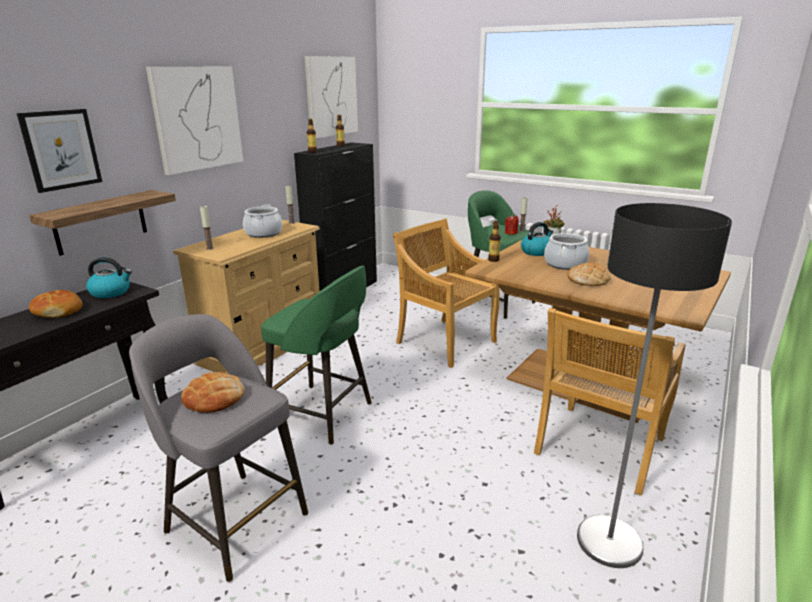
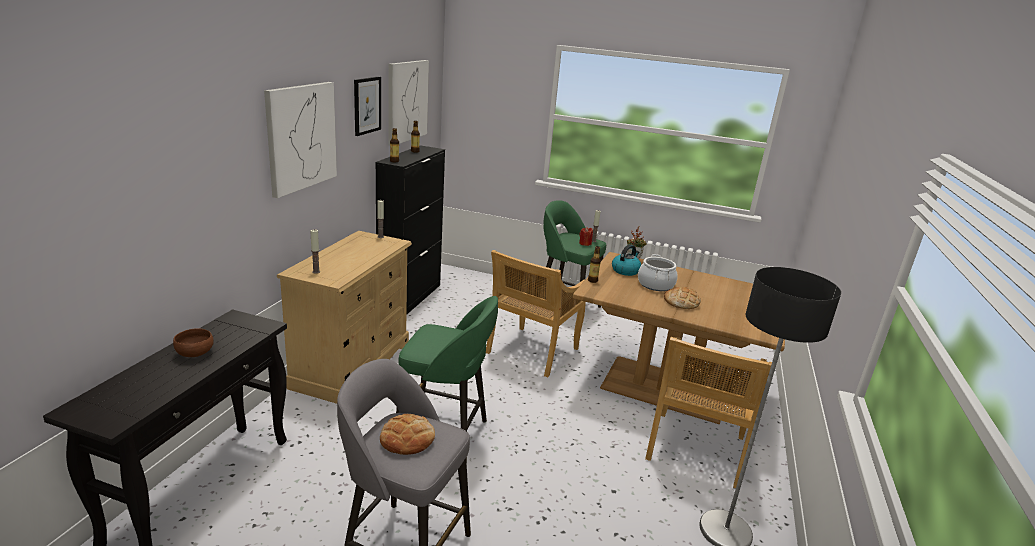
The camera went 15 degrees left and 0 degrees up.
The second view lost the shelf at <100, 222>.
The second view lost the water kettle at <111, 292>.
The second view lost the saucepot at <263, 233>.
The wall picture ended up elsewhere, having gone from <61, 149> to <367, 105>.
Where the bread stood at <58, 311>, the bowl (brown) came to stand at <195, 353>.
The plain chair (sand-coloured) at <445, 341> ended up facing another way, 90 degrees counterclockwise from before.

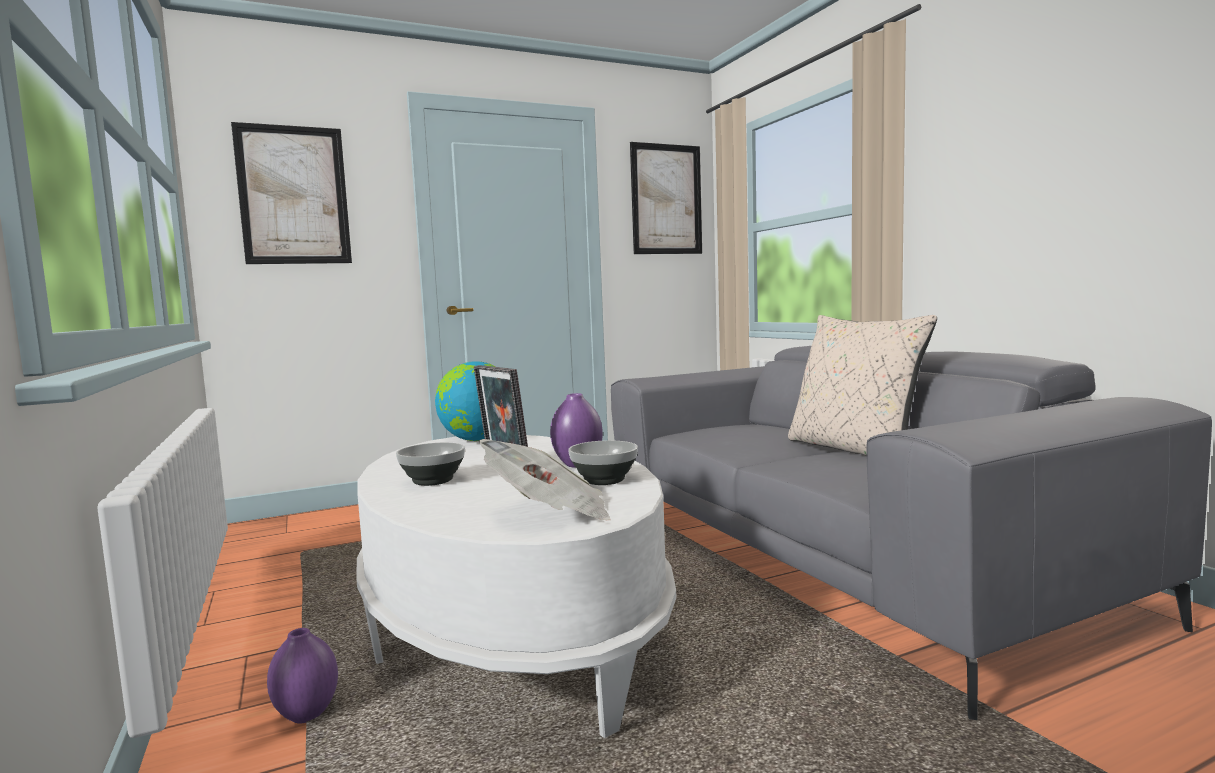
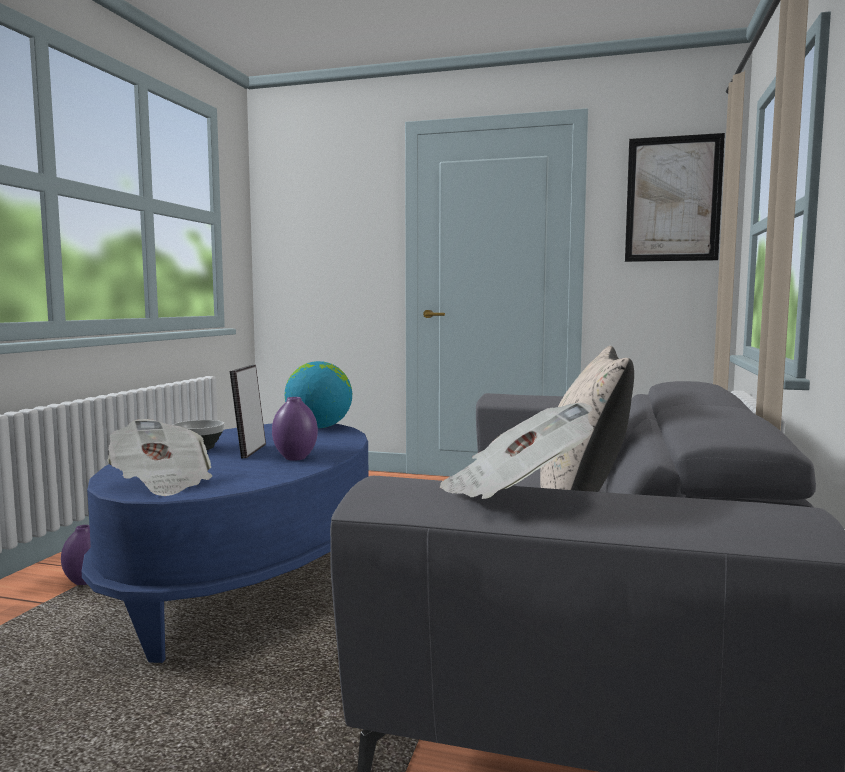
The camera went 40 degrees right and 0 degrees up.
The second view lost the wall picture at <294, 195>.
The second view lost the bowl at <603, 480>.
The second view gained the printed paper at <515, 489>.
What was the lounge table (white-coloured) at <511, 628> turned into the lounge table (blue-coloured) at <251, 579>.

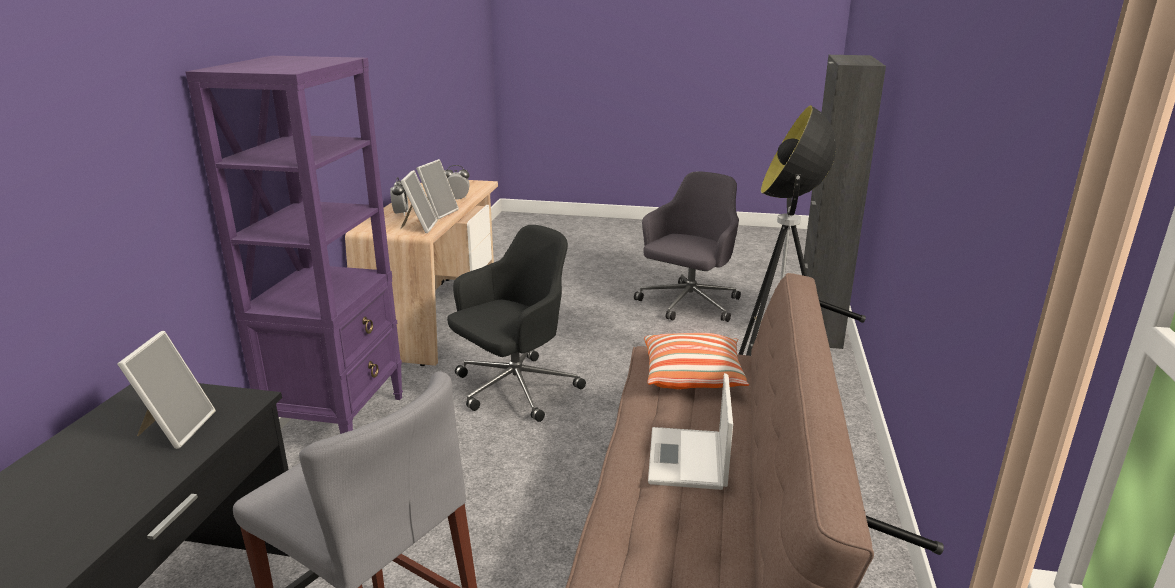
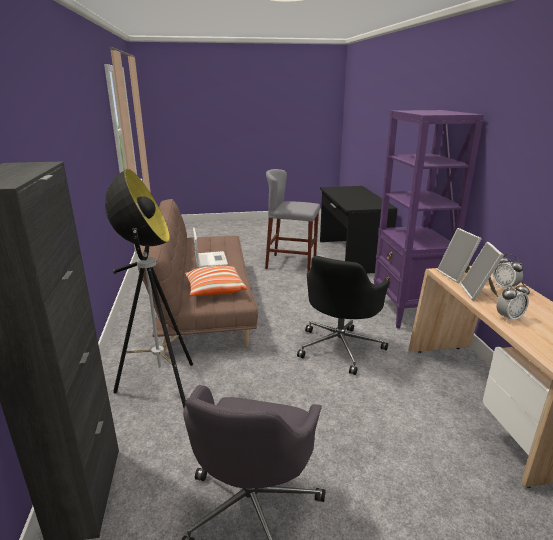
The camera went 160 degrees right and 0 degrees up.
The second view lost the picture frame at <175, 428>.

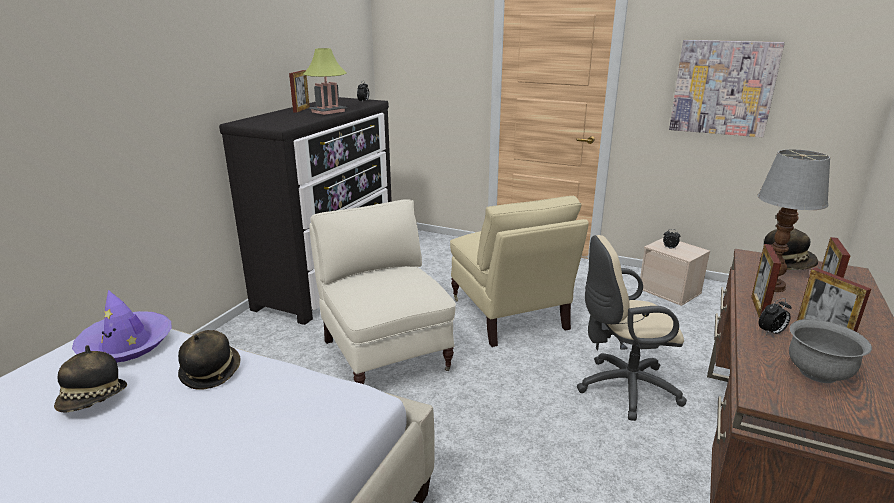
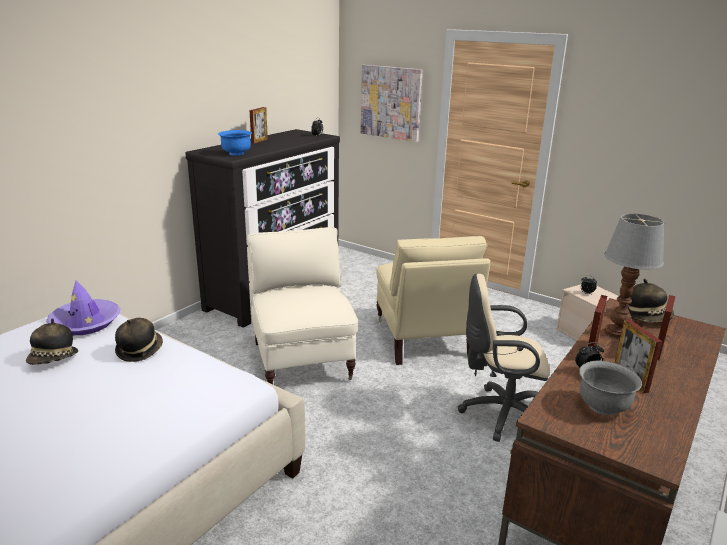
The camera went 10 degrees right and 0 degrees up.
The second view lost the lamp for a table at <328, 111>.
The second view gained the bowl (blue-coloured) at <236, 153>.
The wall picture ended up elsewhere, having gone from <723, 88> to <391, 102>.

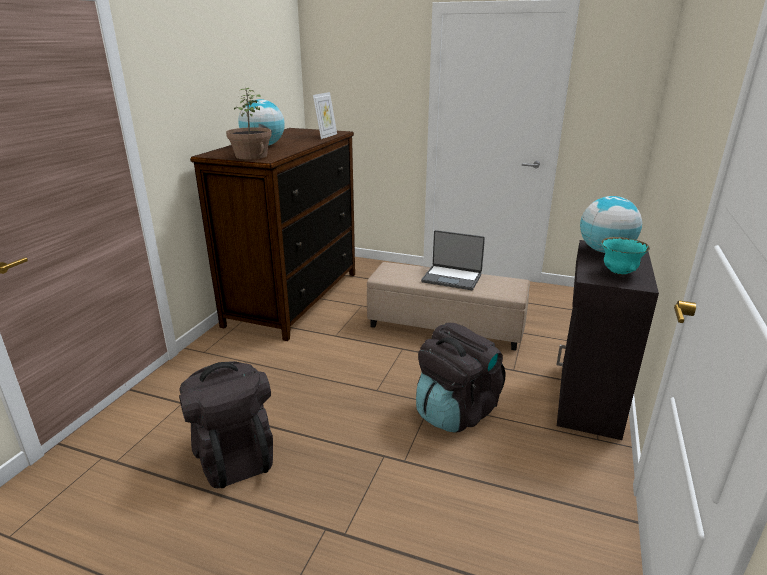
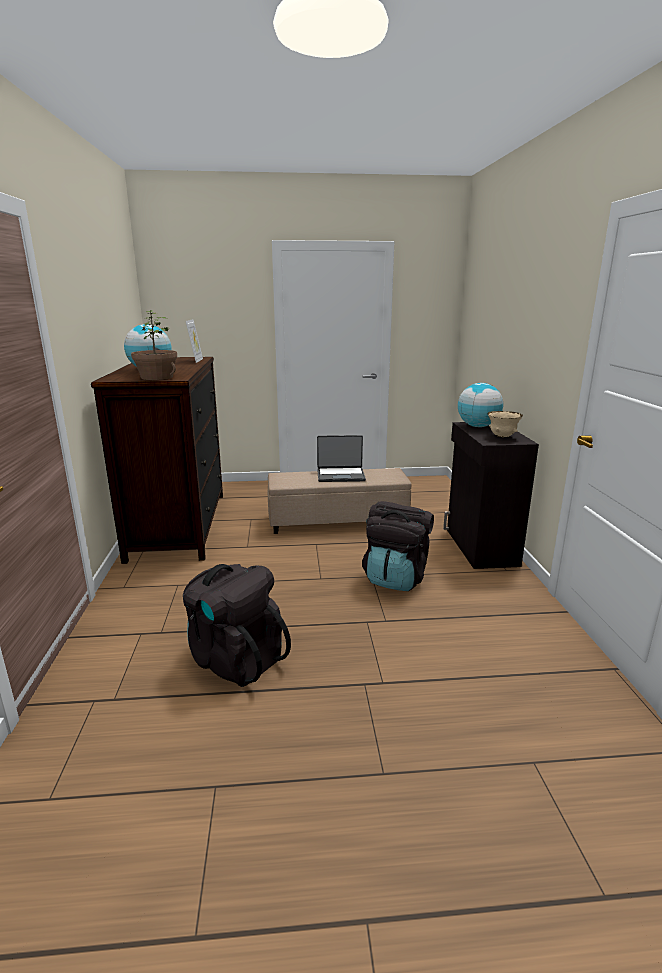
The camera went 25 degrees left and 5 degrees down.
What was the bowl (turquoise) at <619, 273> turned into the bowl (sand-coloured) at <502, 437>.

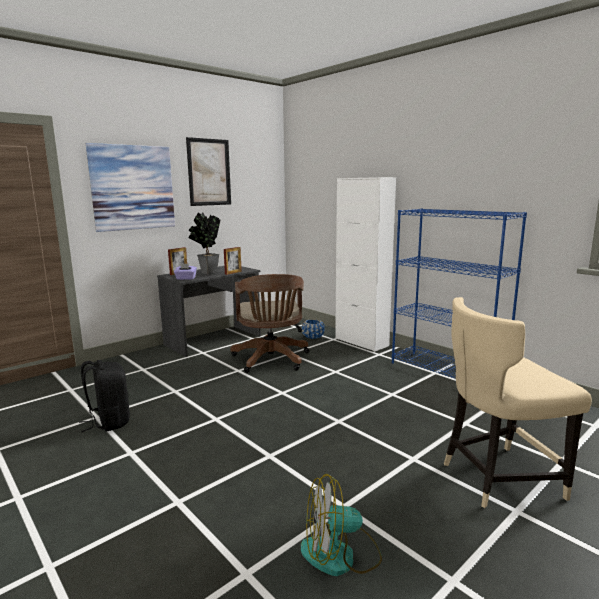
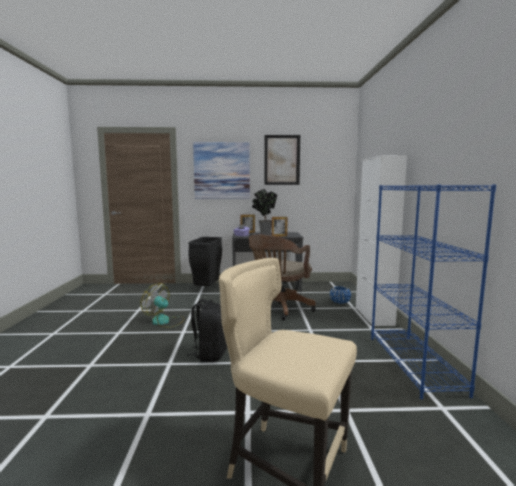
The camera went 40 degrees right and 5 degrees down.
The second view gained the trash can (black) at <206, 289>.
The backpack (black) ended up elsewhere, having gone from <109, 422> to <210, 354>.
The electric fan ended up elsewhere, having gone from <340, 555> to <164, 321>.

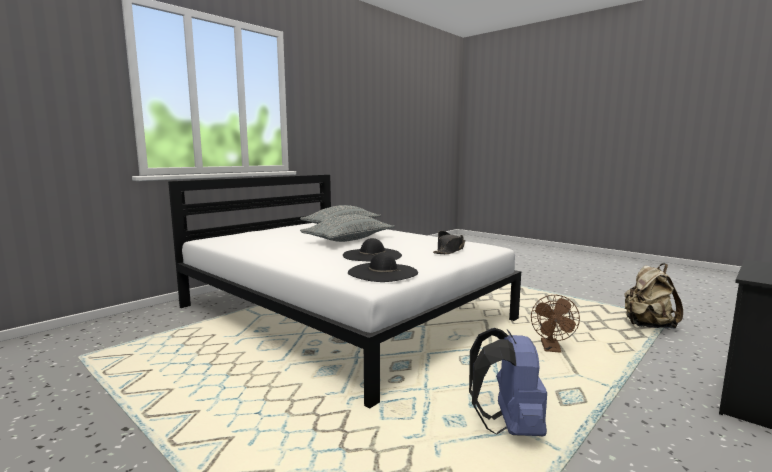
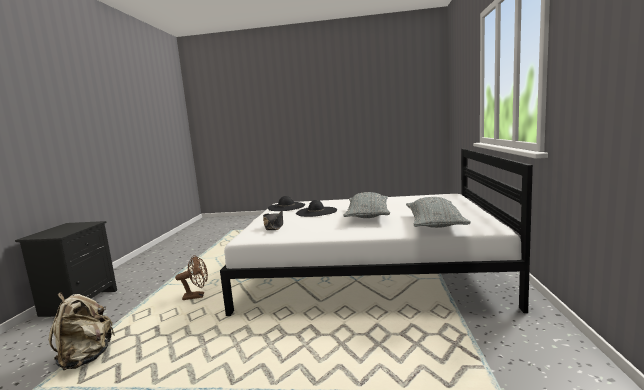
The camera went 145 degrees right and 0 degrees up.
The second view lost the backpack (blue-coloured) at <508, 427>.
The electric fan (brown) at <552, 349> ended up facing another way, 105 degrees clockwise from before.

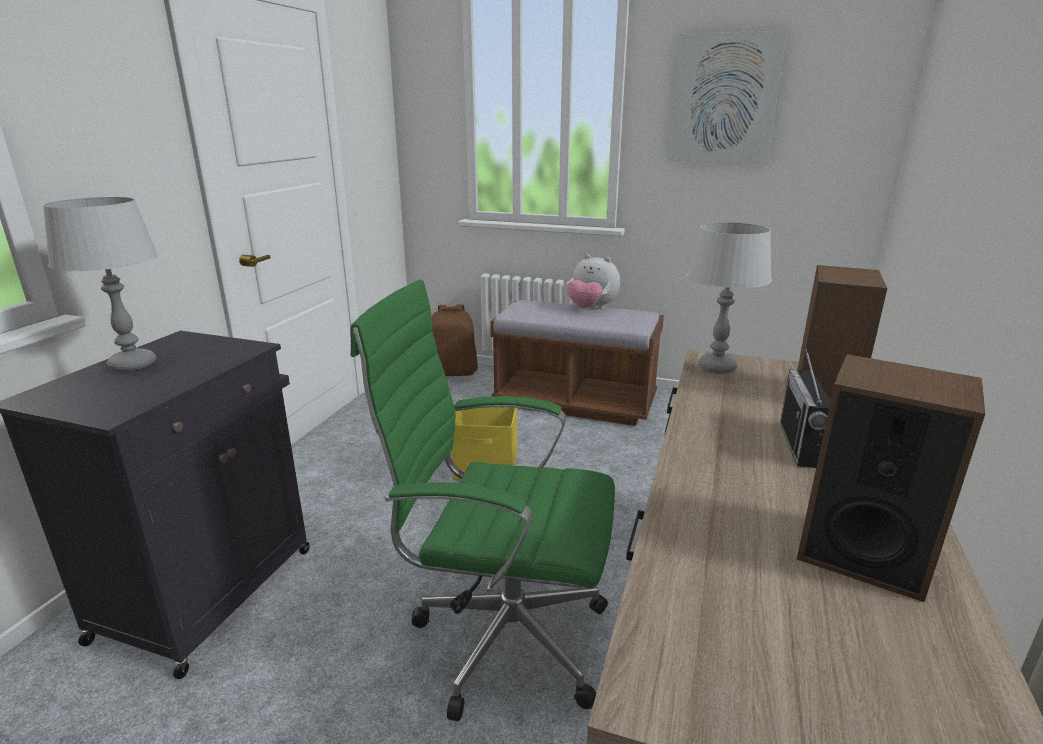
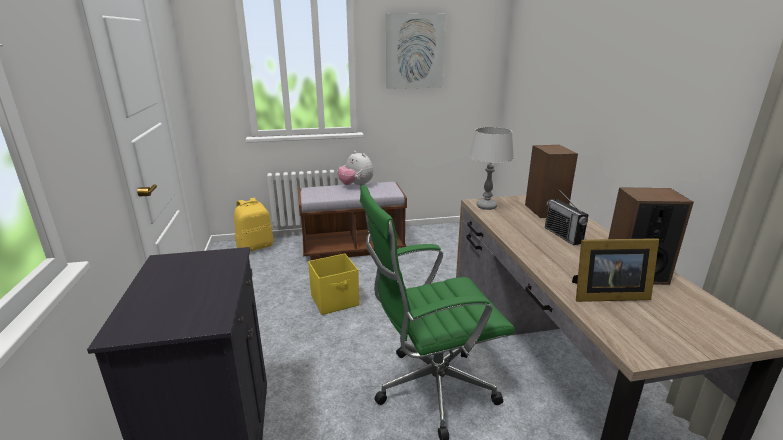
The camera went 30 degrees left and 0 degrees up.
The second view lost the lamp for a table (grey) at <132, 365>.
The second view gained the picture frame at <605, 295>.
What was the backpack (brown) at <453, 372> turned into the backpack (yellowish) at <255, 246>.
The soft toy at <591, 309> ended up facing another way, 45 degrees clockwise from before.

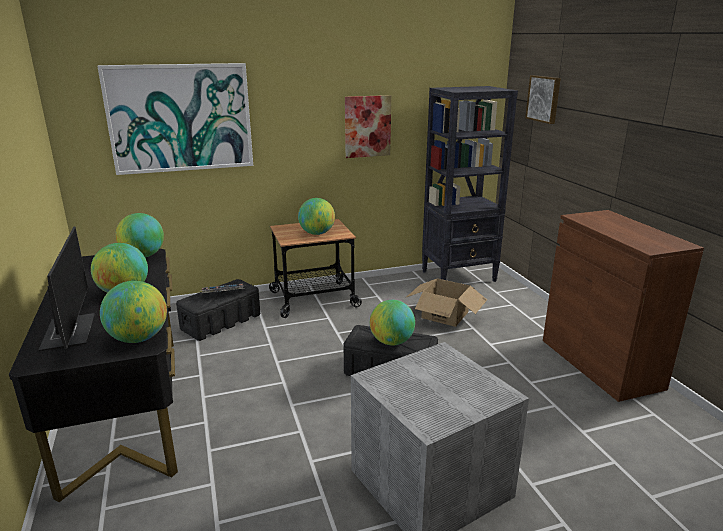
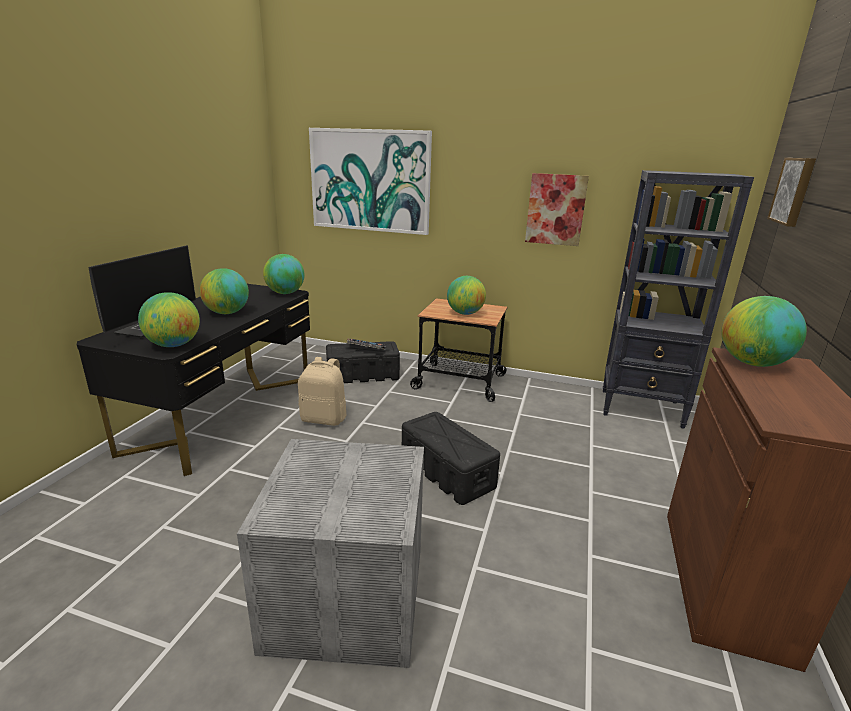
The camera went 35 degrees right and 0 degrees up.
The second view lost the carton at <445, 315>.
The second view gained the backpack (sand-coloured) at <324, 419>.
The globe ended up elsewhere, having gone from <391, 342> to <752, 363>.

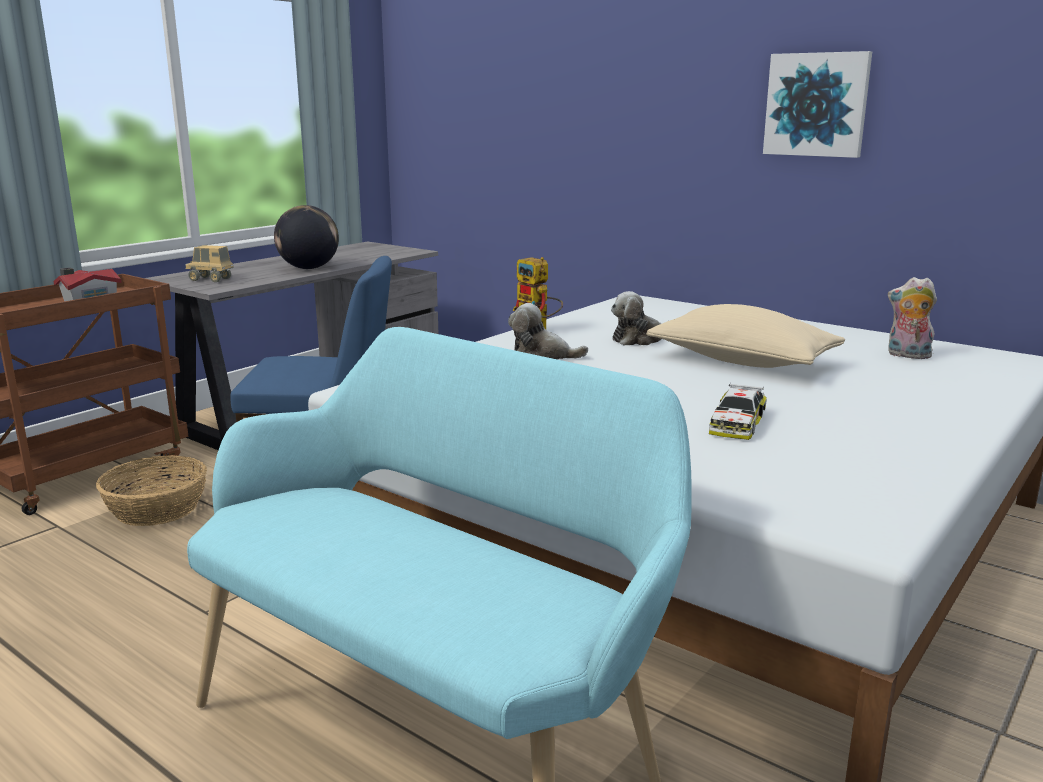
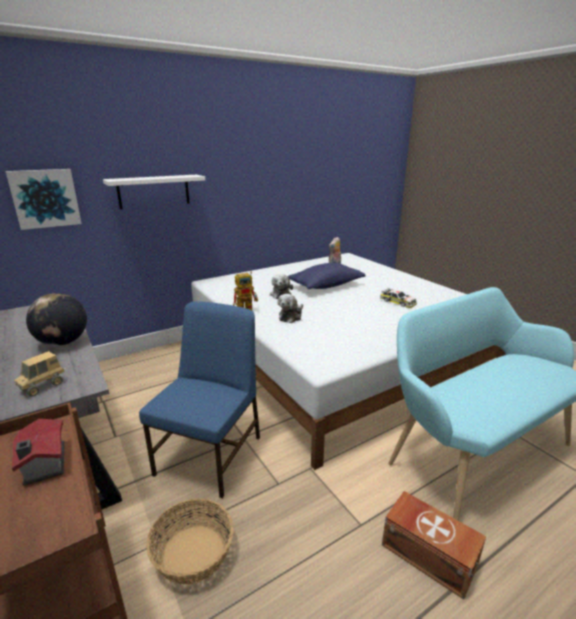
The camera went 70 degrees left and 5 degrees up.
The second view gained the shelf (white-coloured) at <154, 191>.
The second view gained the storage box (brown) at <428, 553>.
The wall picture ended up elsewhere, having gone from <816, 105> to <45, 198>.
What was the cushion (sand-coloured) at <742, 361> turned into the cushion (blue-coloured) at <326, 286>.

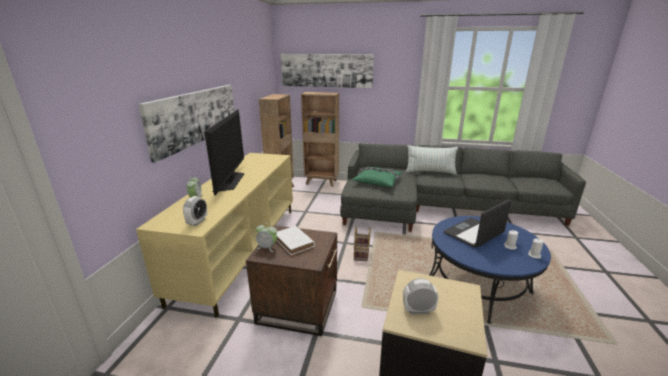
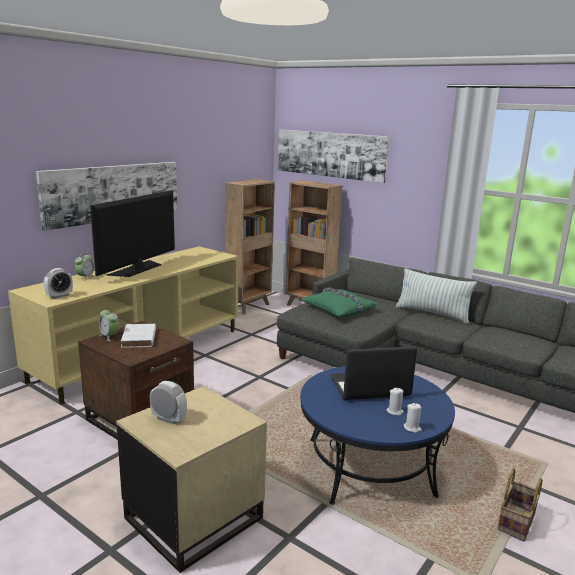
The camera went 25 degrees right and 5 degrees down.
The household basket ended up elsewhere, having gone from <362, 254> to <517, 523>.

